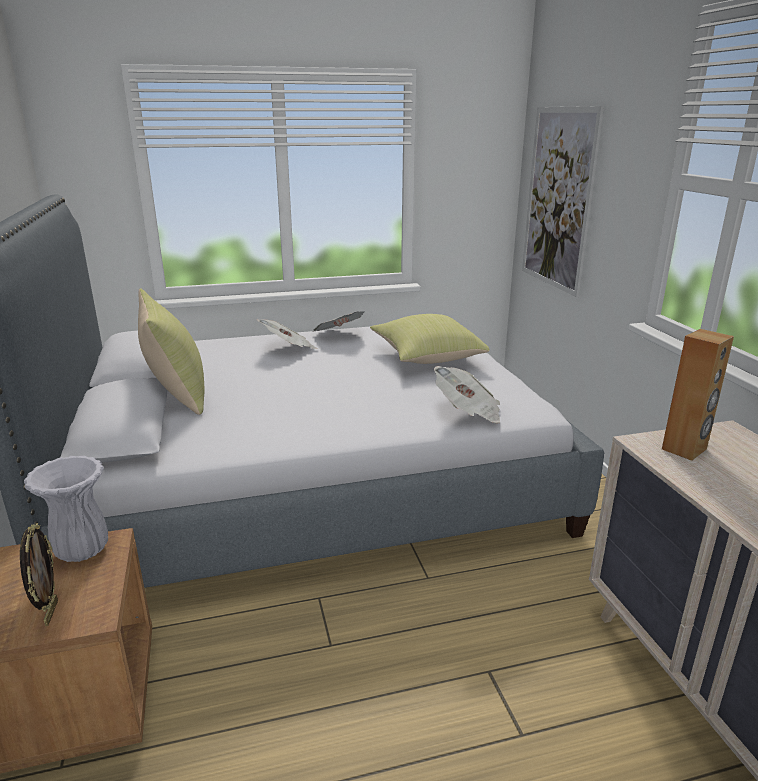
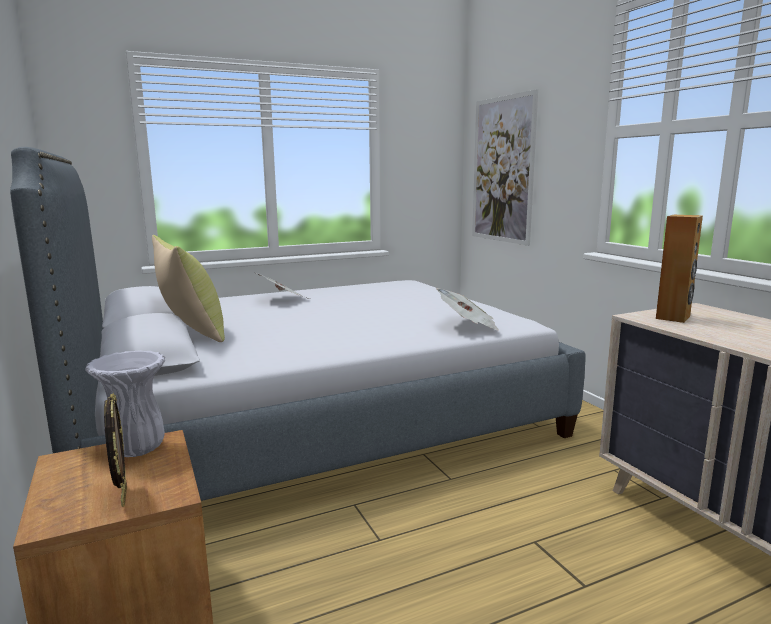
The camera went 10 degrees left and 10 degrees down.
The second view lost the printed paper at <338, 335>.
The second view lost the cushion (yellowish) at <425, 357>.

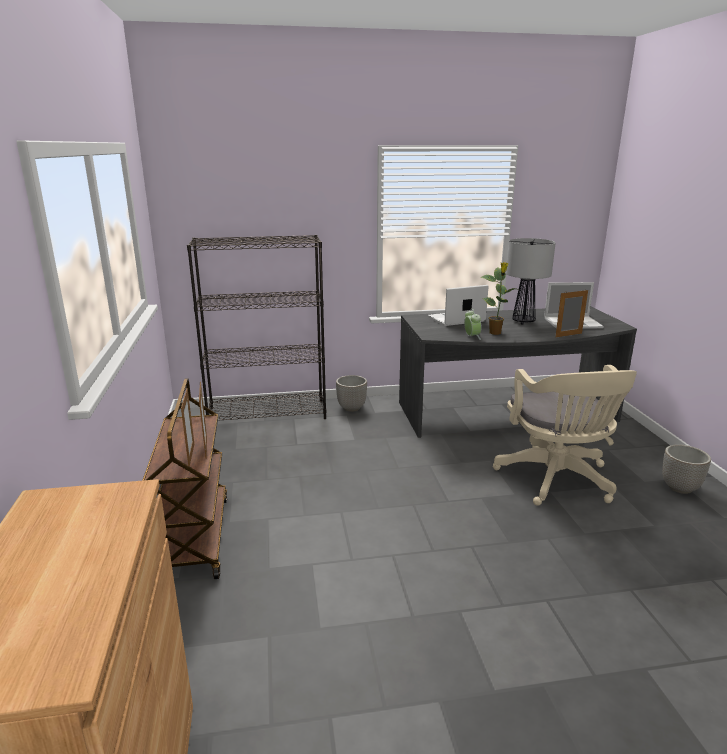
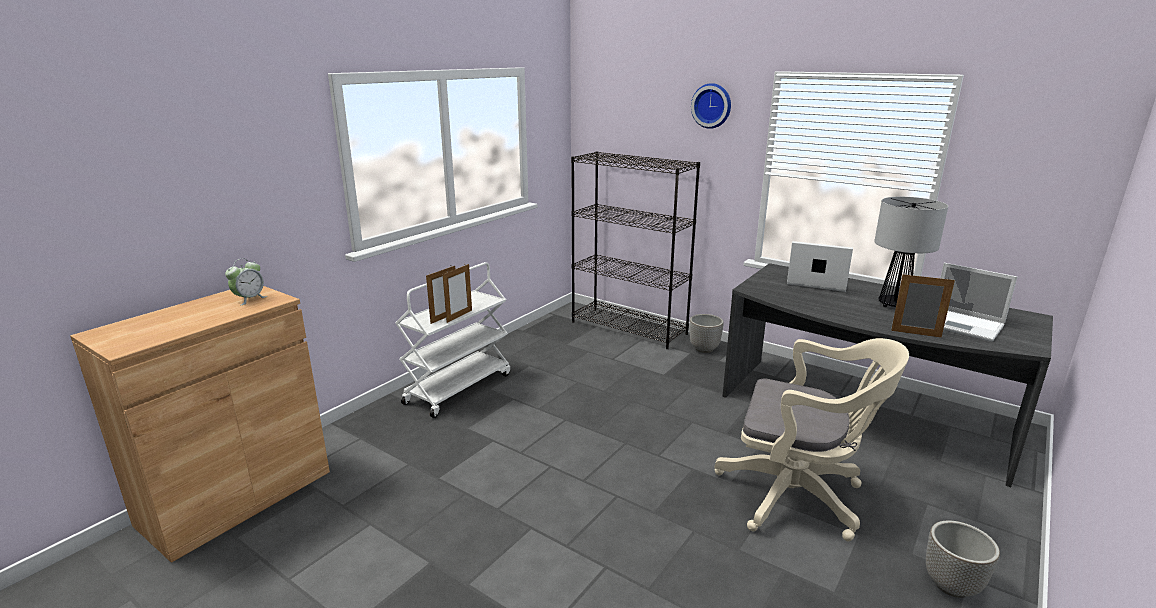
The camera went 45 degrees right and 0 degrees up.
The second view lost the houseplant at <495, 333>.
The second view gained the hanging clock at <712, 105>.
The bedside clock ended up elsewhere, having gone from <472, 337> to <249, 299>.
What was the wheeled cart (brown) at <195, 537> turned into the wheeled cart (white-coloured) at <458, 388>.
The desk chair (sand-coloured) at <557, 481> ended up facing another way, 105 degrees counterclockwise from before.

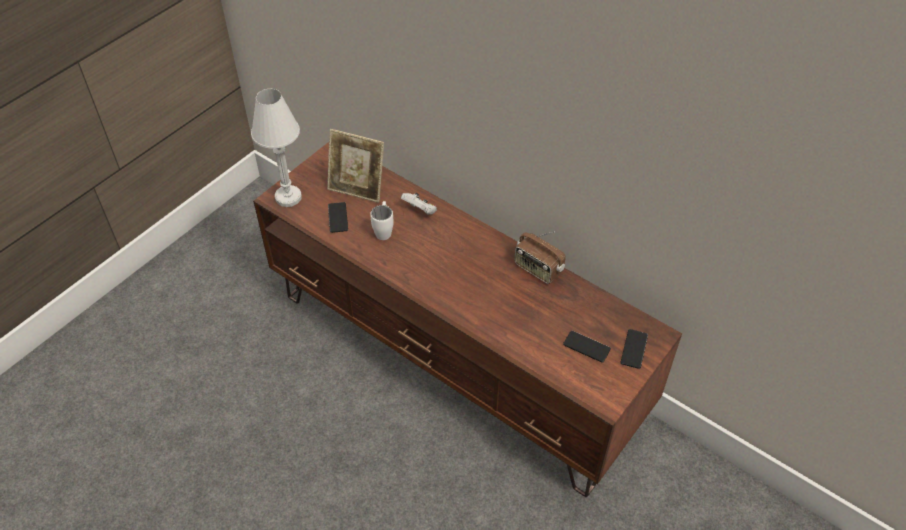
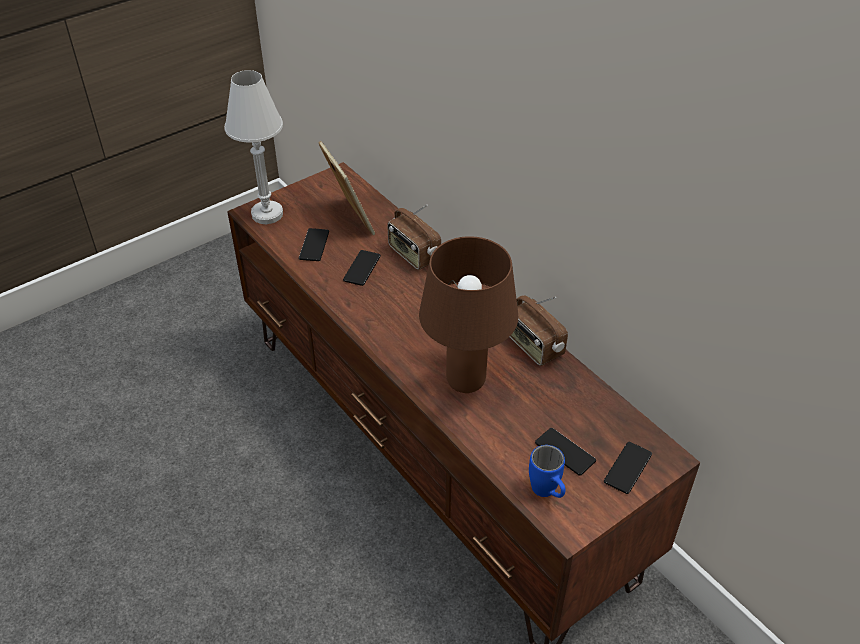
The camera went 15 degrees right and 5 degrees down.
The second view gained the lamp for a table (brown) at <465, 381>.
The second view gained the tea mug (blue-coloured) at <547, 494>.
Where the tea mug (white-coloured) stood at <384, 230>, the phone came to stand at <362, 268>.
Where the gamepad (white-coloured) stood at <420, 211>, the radio came to stand at <413, 255>.
The picture frame at <357, 189> ended up facing another way, 150 degrees counterclockwise from before.

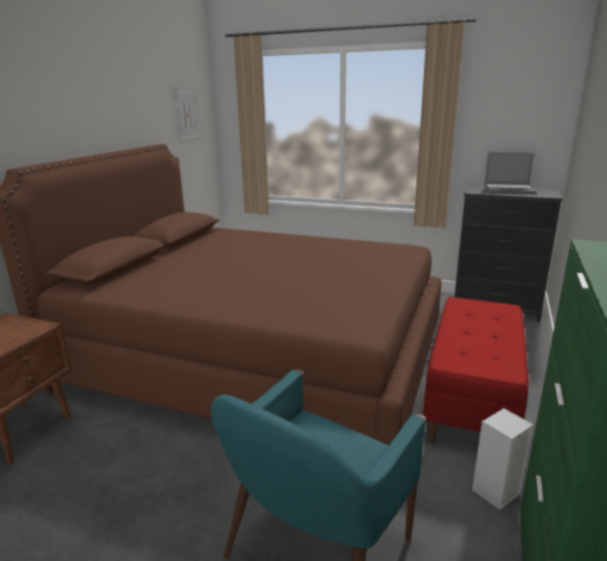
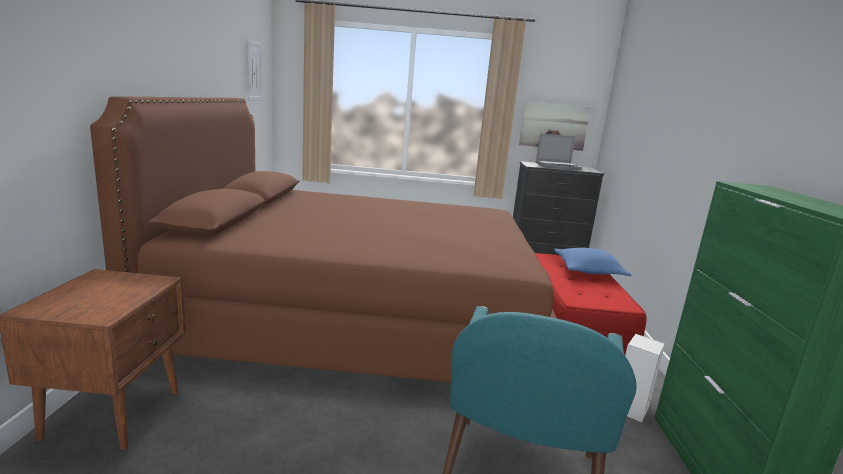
The camera went 20 degrees left and 5 degrees down.
The second view gained the wall picture at <554, 126>.
The second view gained the cushion (blue-coloured) at <588, 270>.

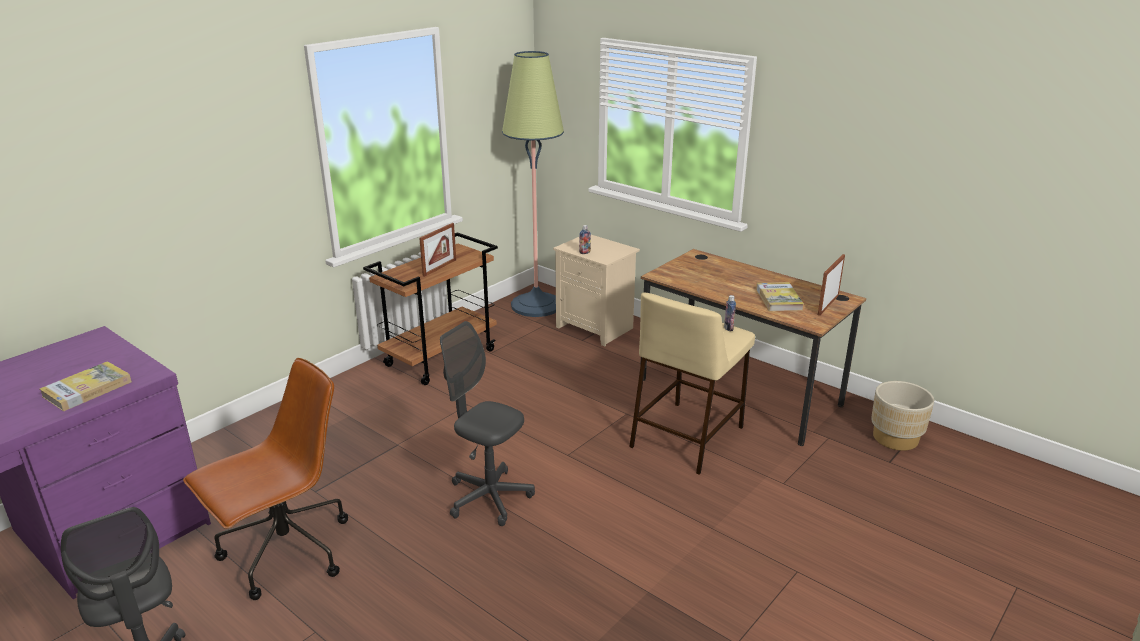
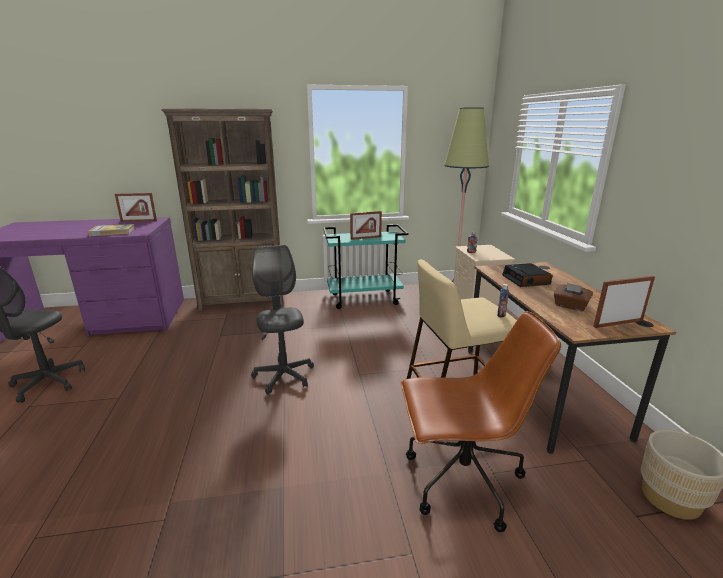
The camera went 40 degrees right and 5 degrees down.
The second view gained the picture frame at <138, 221>.
The second view gained the bookshelf (brown) at <243, 302>.
The second view gained the bedside clock at <526, 280>.
The desk chair (brown) ended up elsewhere, having gone from <285, 553> to <460, 481>.
Where the volume stood at <778, 299>, the tissue holder (brown) came to stand at <570, 306>.
What was the wheeled cart (brown) at <440, 357> turned into the wheeled cart (turquoise) at <365, 299>.

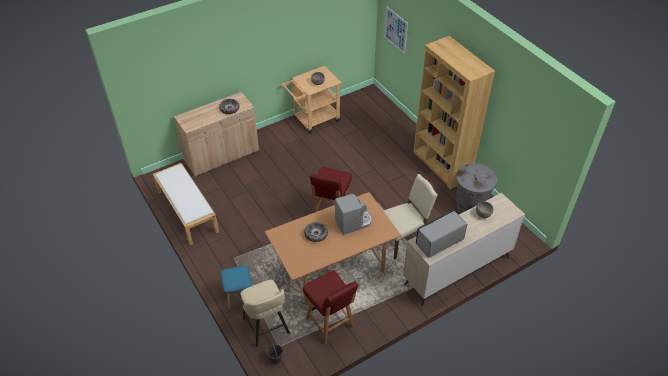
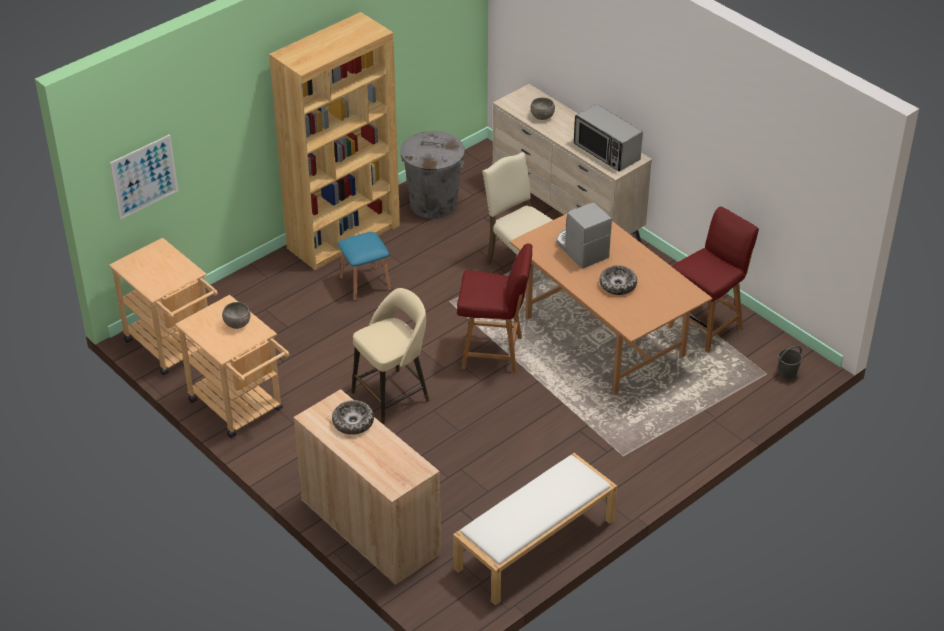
The camera went 100 degrees left and 5 degrees down.
The second view gained the wheeled cart (sand-coloured) at <174, 348>.
The sitting stool (blue-coloured) ended up elsewhere, having gone from <239, 296> to <365, 284>.
The sitting stool (sand-coloured) ended up elsewhere, having gone from <266, 327> to <392, 395>.

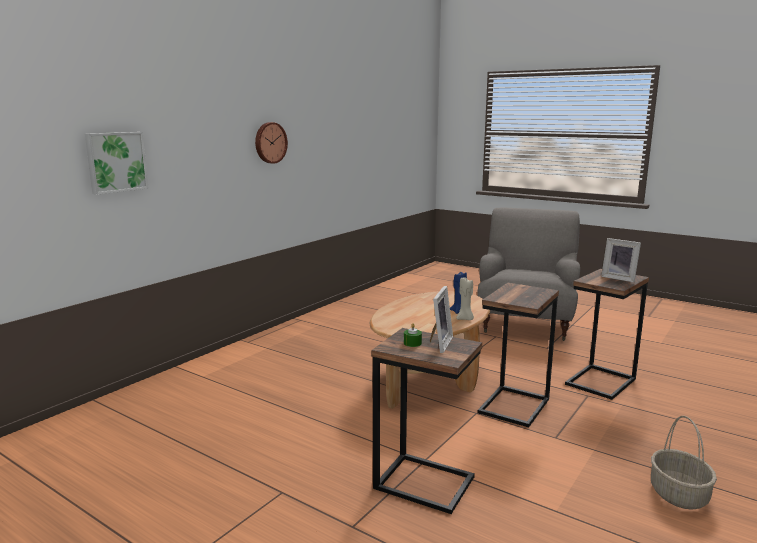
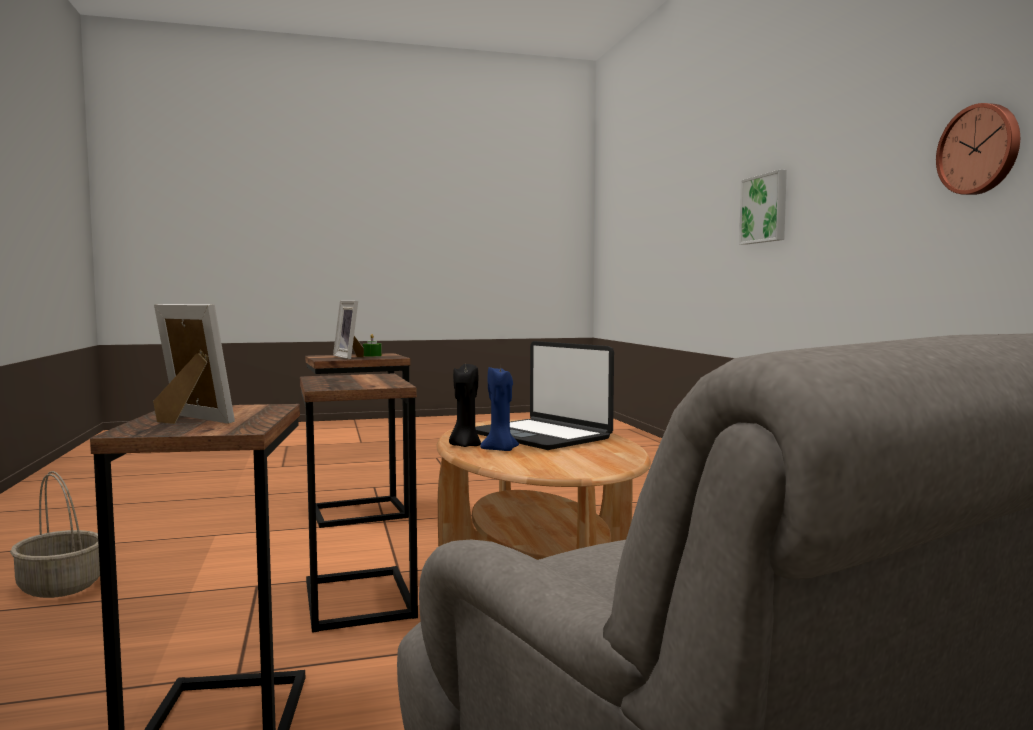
The camera went 130 degrees right and 10 degrees down.
The second view gained the laptop at <541, 436>.
What was the wax candle (sand-coloured) at <465, 319> turned into the wax candle (black) at <465, 445>.
The picture frame at <619, 278> ended up facing another way, 45 degrees clockwise from before.

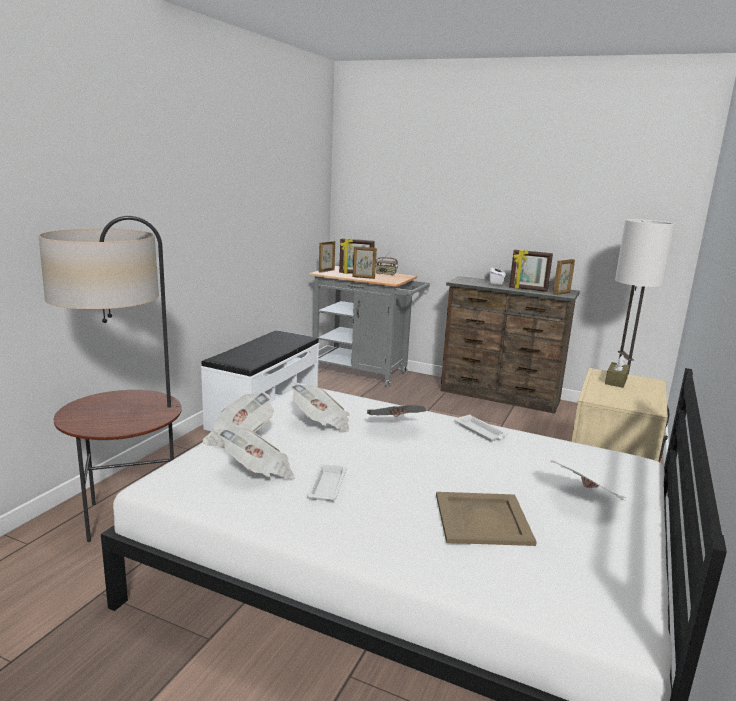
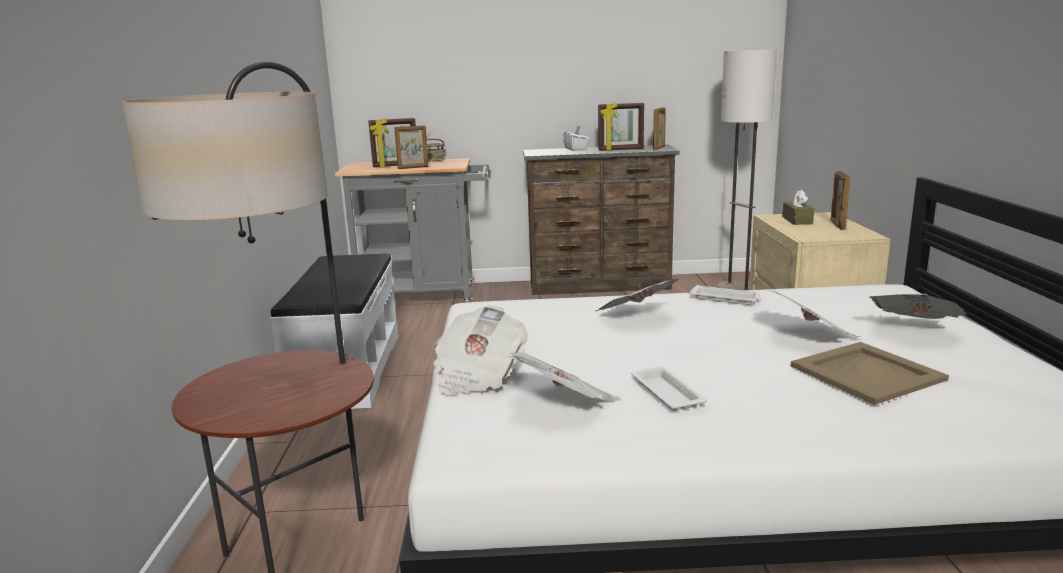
The camera went 25 degrees left and 0 degrees up.
The printed paper ended up elsewhere, having gone from <322, 423> to <812, 336>.
The picture frame ended up elsewhere, having gone from <326, 271> to <837, 225>.

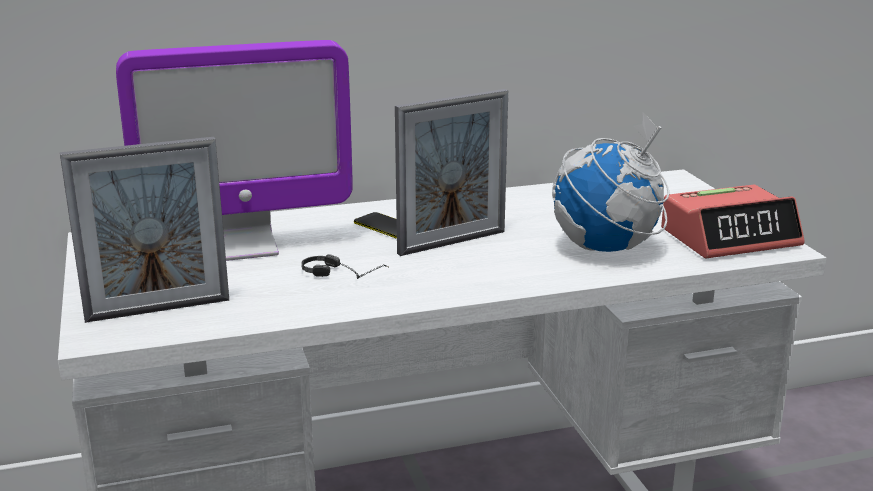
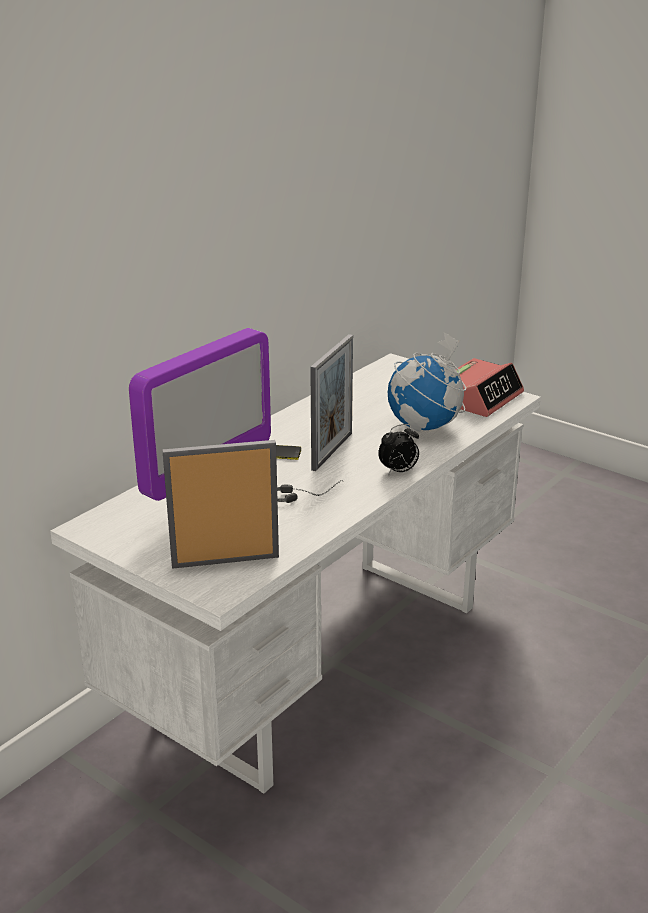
The camera went 35 degrees left and 5 degrees up.
The second view gained the bedside clock at <398, 471>.
The picture frame at <158, 309> ended up facing another way, 135 degrees counterclockwise from before.

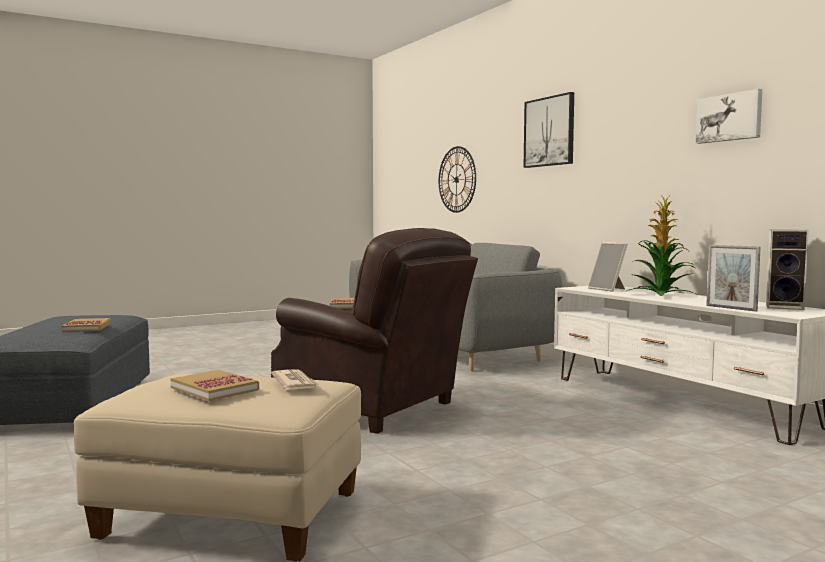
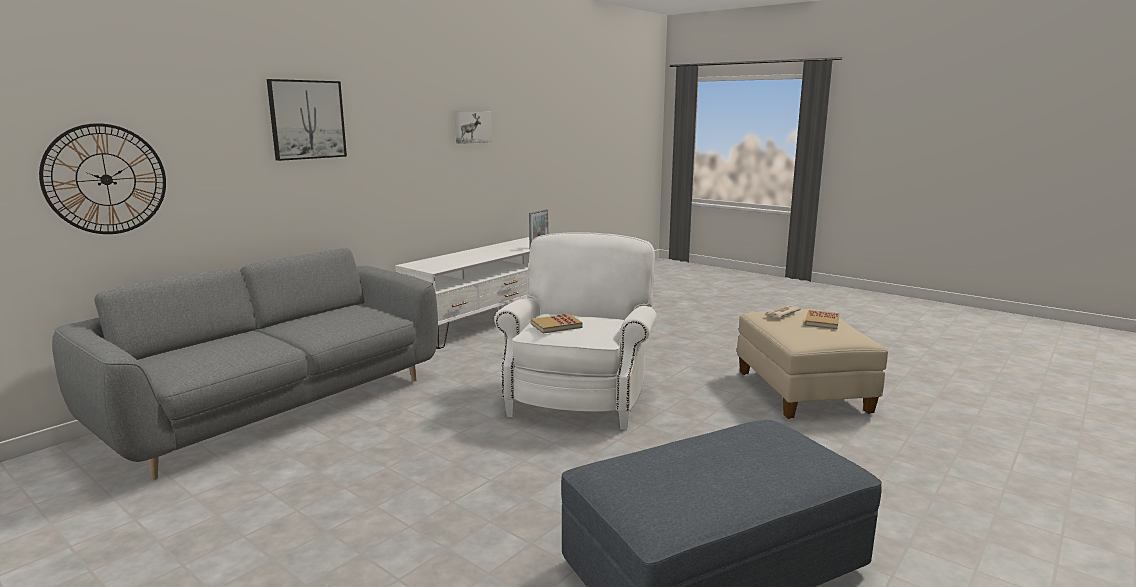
The camera went 110 degrees left and 10 degrees up.
The second view lost the volume at <87, 327>.
The second view lost the picture frame at <609, 289>.
The second view lost the houseplant at <661, 295>.
The second view lost the speaker at <786, 307>.
What was the easy chair (brown) at <373, 408> turned into the easy chair (white-coloured) at <580, 396>.

